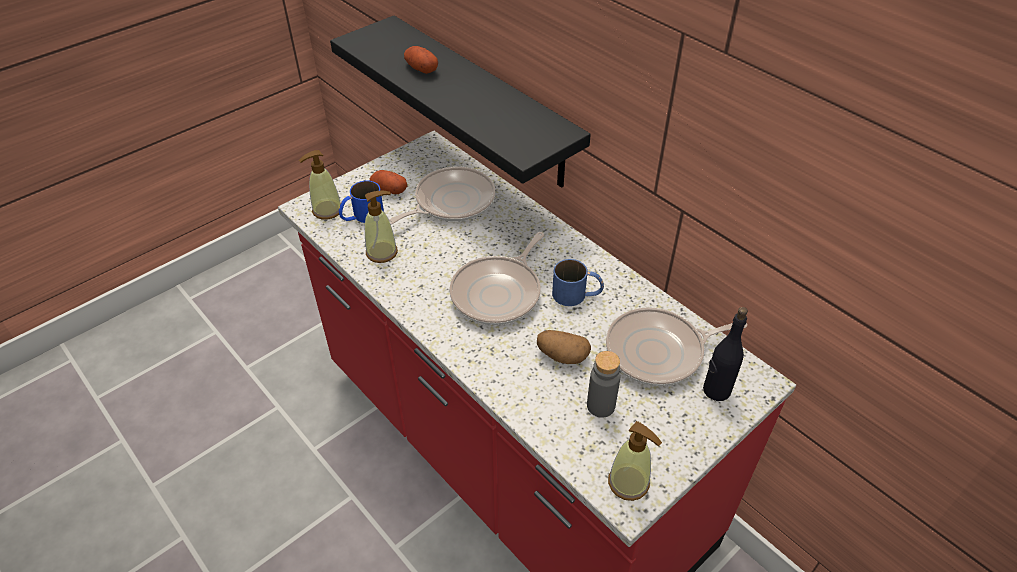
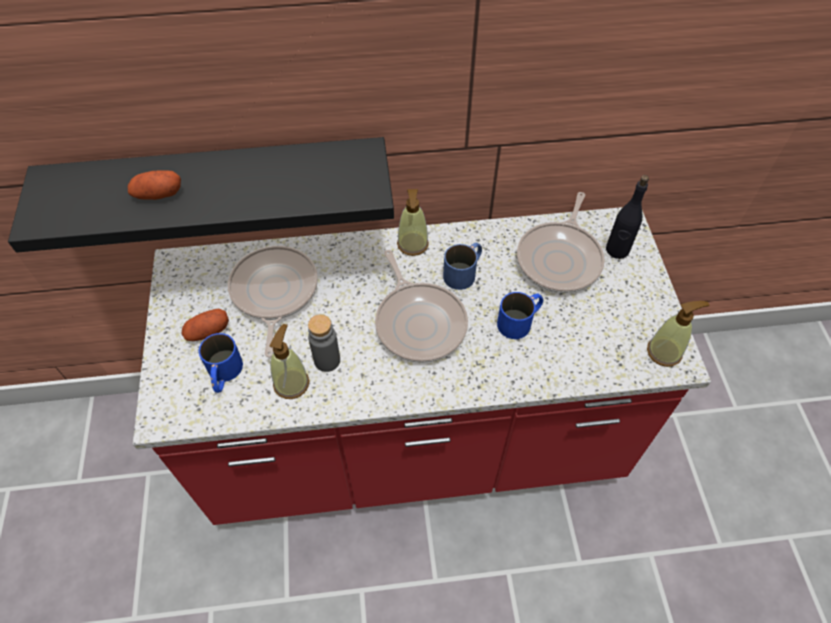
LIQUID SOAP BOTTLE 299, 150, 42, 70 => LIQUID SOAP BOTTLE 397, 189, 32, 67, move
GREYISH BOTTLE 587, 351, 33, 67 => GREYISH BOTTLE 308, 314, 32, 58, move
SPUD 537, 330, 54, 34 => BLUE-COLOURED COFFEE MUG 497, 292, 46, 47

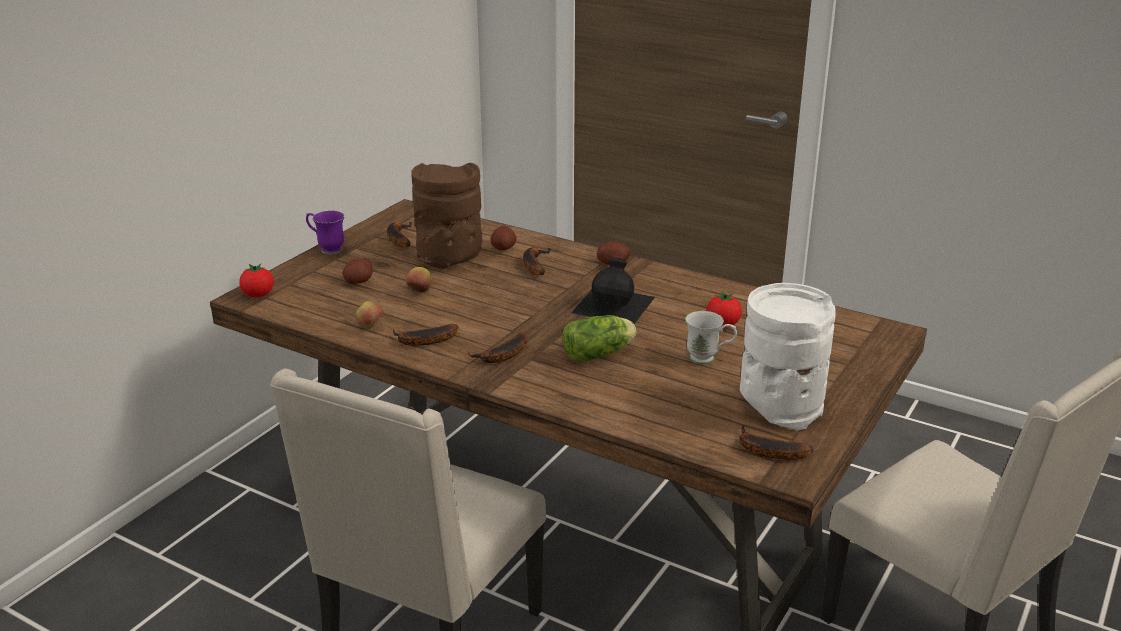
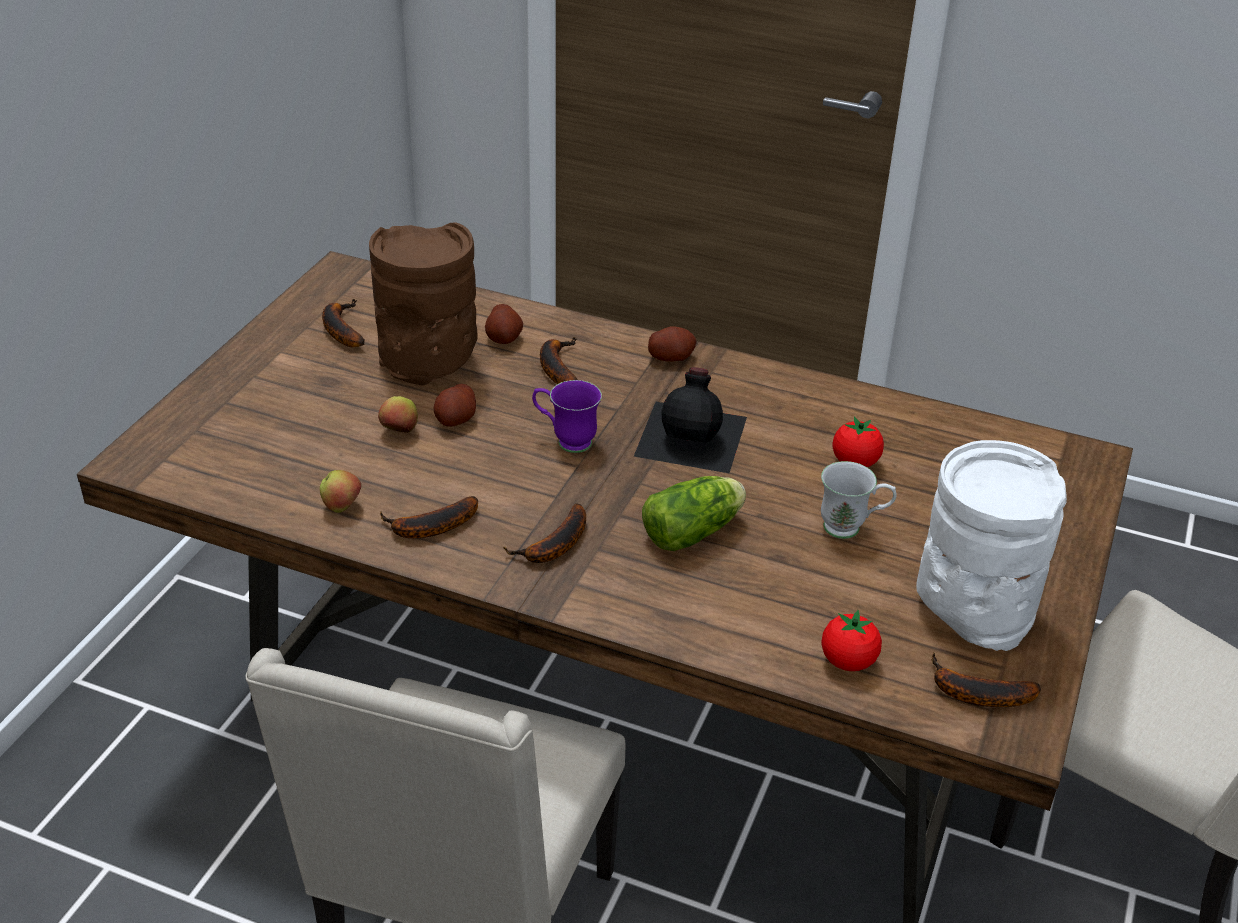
FRESH TOMATO 239, 264, 35, 33 => FRESH TOMATO 821, 610, 61, 61, move
PURPLE COFFEE MUG 306, 210, 39, 44 => PURPLE COFFEE MUG 532, 380, 70, 73, move
SPUD 343, 259, 30, 25 => SPUD 434, 384, 42, 43, move

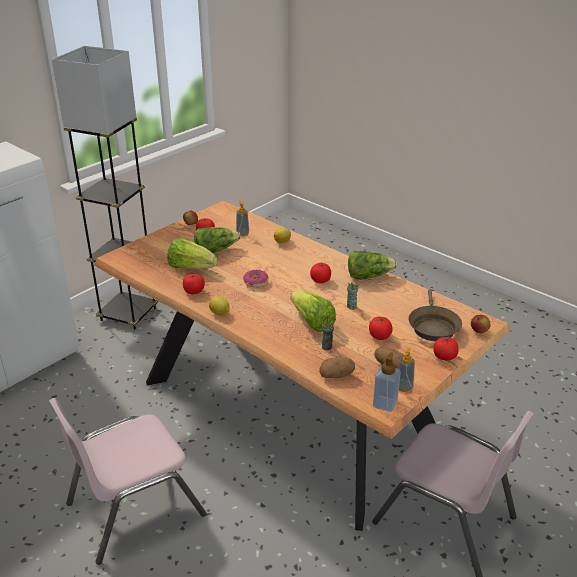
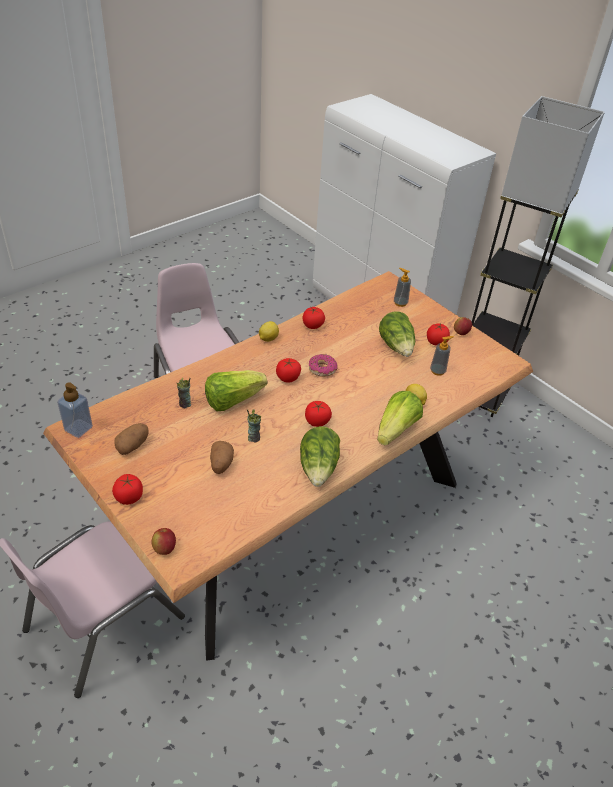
BROWN-COLOURED FRYING PAN 409, 289, 53, 52 => nothing
LETTUCE HEAD 167, 238, 51, 30 => LETTUCE HEAD 377, 391, 46, 55, move
SPUD 319, 357, 36, 21 => SPUD 210, 441, 24, 33, move
FRESH TOMATO 369, 317, 24, 23 => FRESH TOMATO 276, 358, 25, 25, move
LIQUID SOAP BOTTLE 398, 348, 17, 44 => LIQUID SOAP BOTTLE 394, 268, 17, 39, move

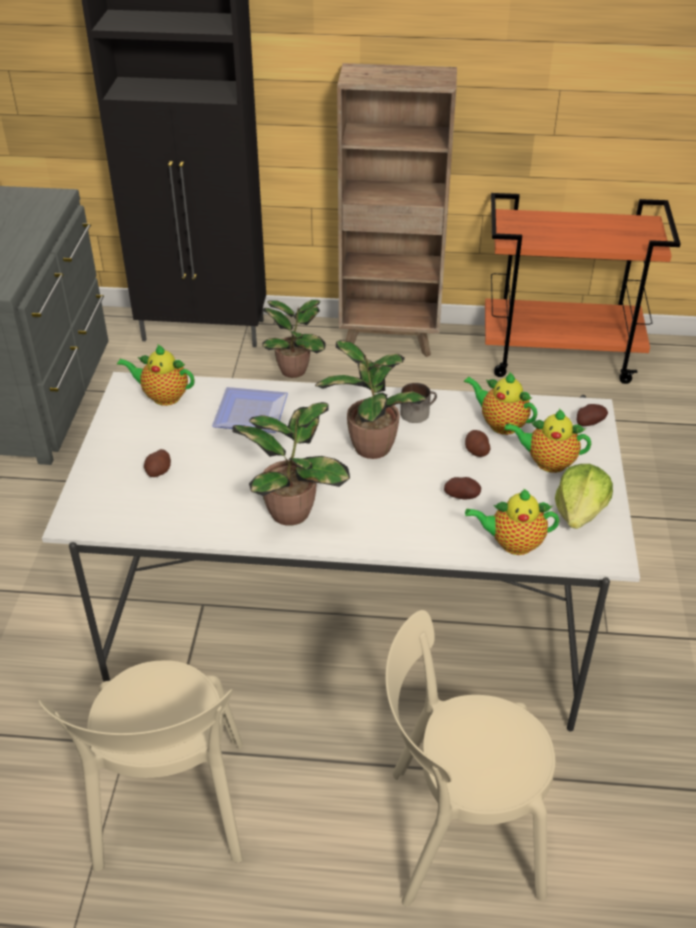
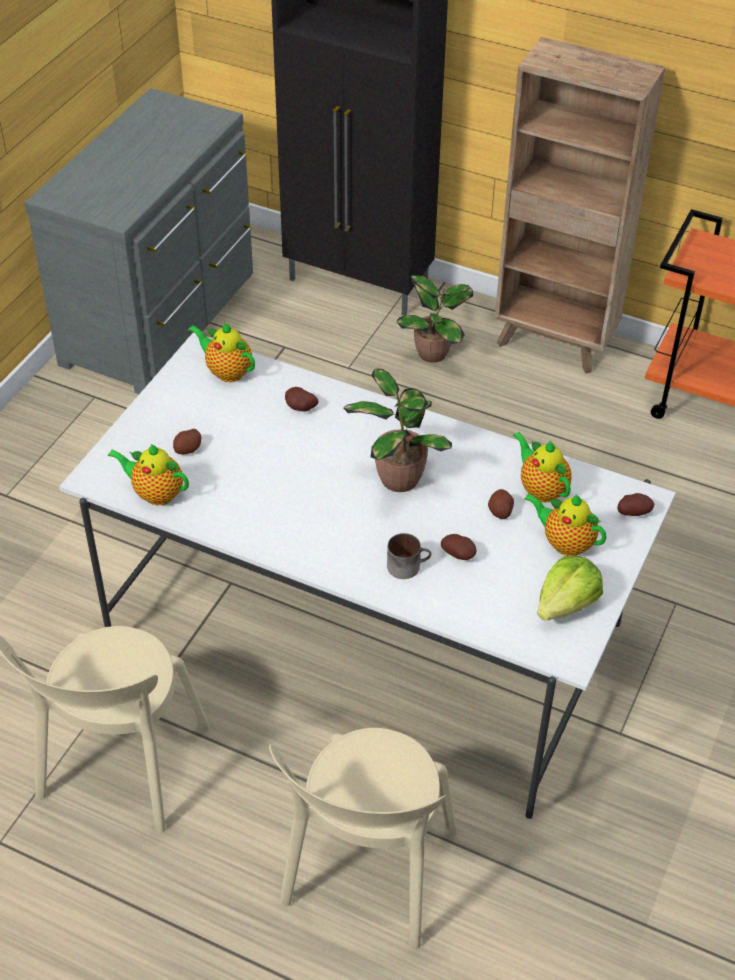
POTTED PLANT 232, 402, 118, 124 => nothing
COFFEE MUG 400, 383, 37, 40 => COFFEE MUG 387, 533, 45, 46, move
TEA POT 465, 488, 94, 67 => TEA POT 108, 444, 81, 61, move
FLAT DISH 212, 387, 76, 46 => SPUD 285, 387, 34, 25
BEIGE UPRIGHT CHAIR 385, 610, 170, 296 => BEIGE UPRIGHT CHAIR 269, 728, 188, 221, 90 degrees counterclockwise

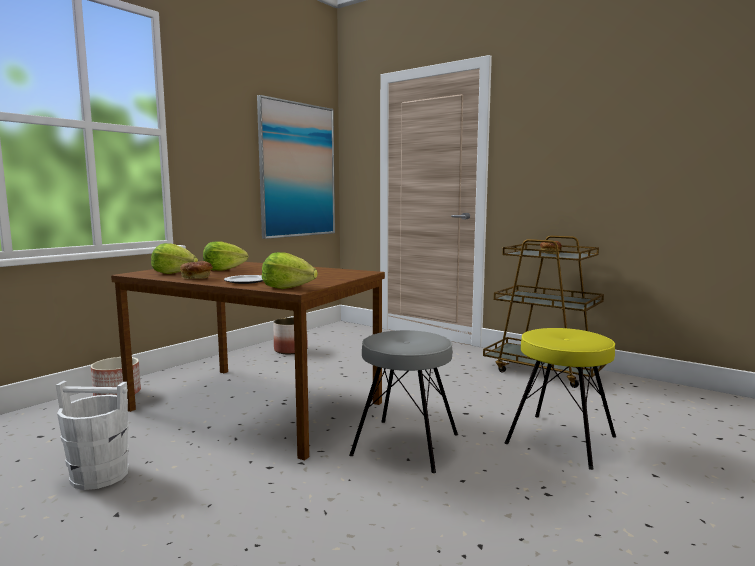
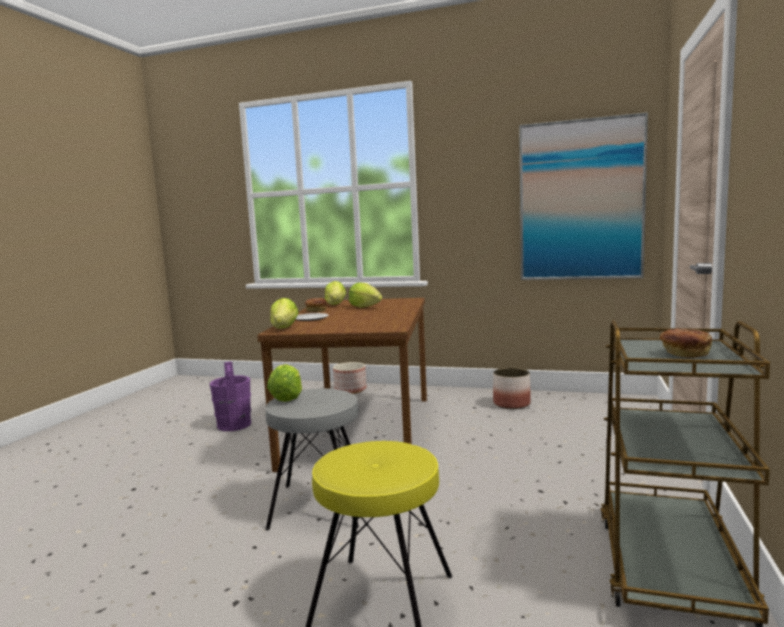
nothing => LETTUCE HEAD 267, 364, 35, 38
WHITE BUCKET 56, 381, 73, 109 => PURPLE BUCKET 209, 362, 42, 69

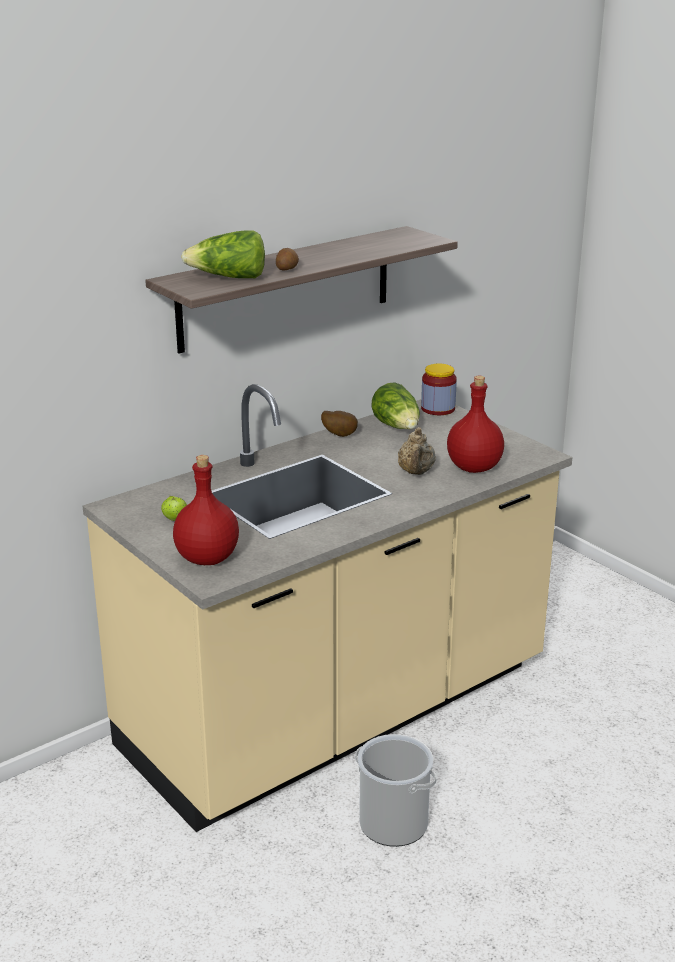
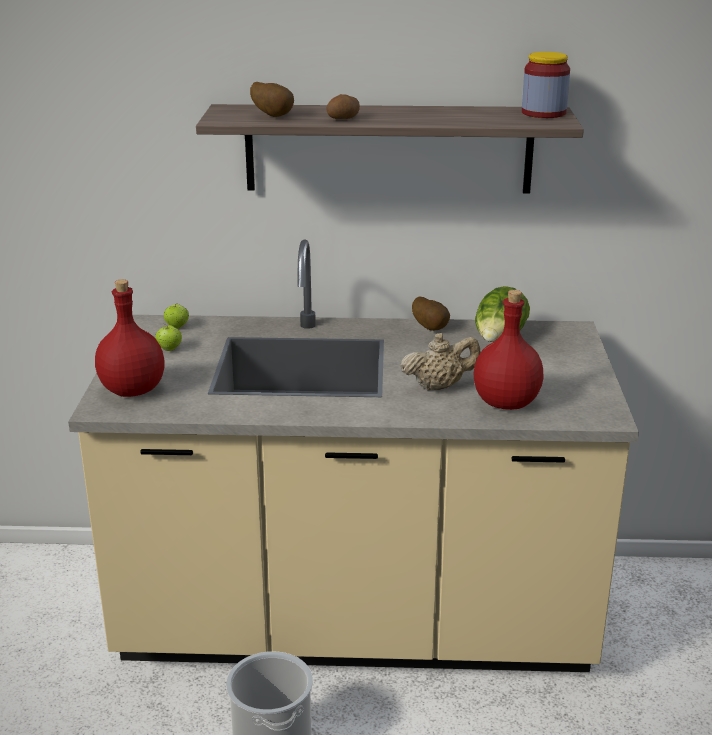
nothing => WHOLE APPLE 164, 303, 25, 26
PRESERVE JAR 421, 364, 36, 51 => PRESERVE JAR 522, 52, 48, 66, move
LETTUCE HEAD 181, 230, 84, 48 => SPUD 250, 82, 44, 35
BEIGE TEA POT 398, 427, 38, 48 => BEIGE TEA POT 401, 333, 79, 58, 150 degrees counterclockwise

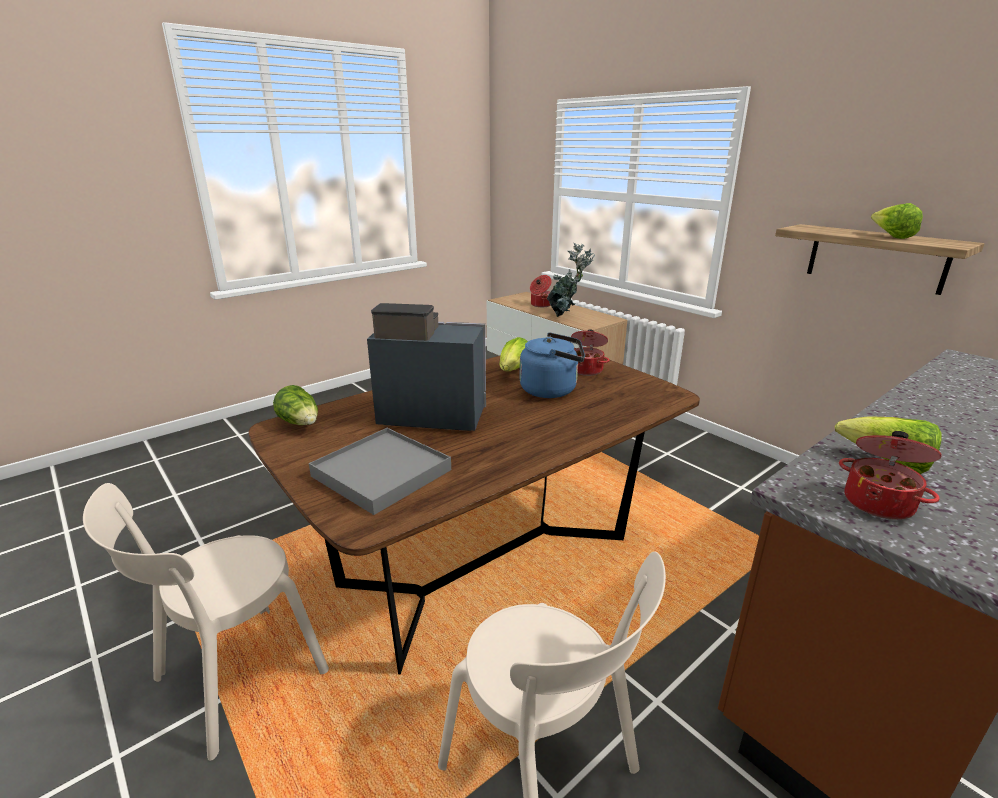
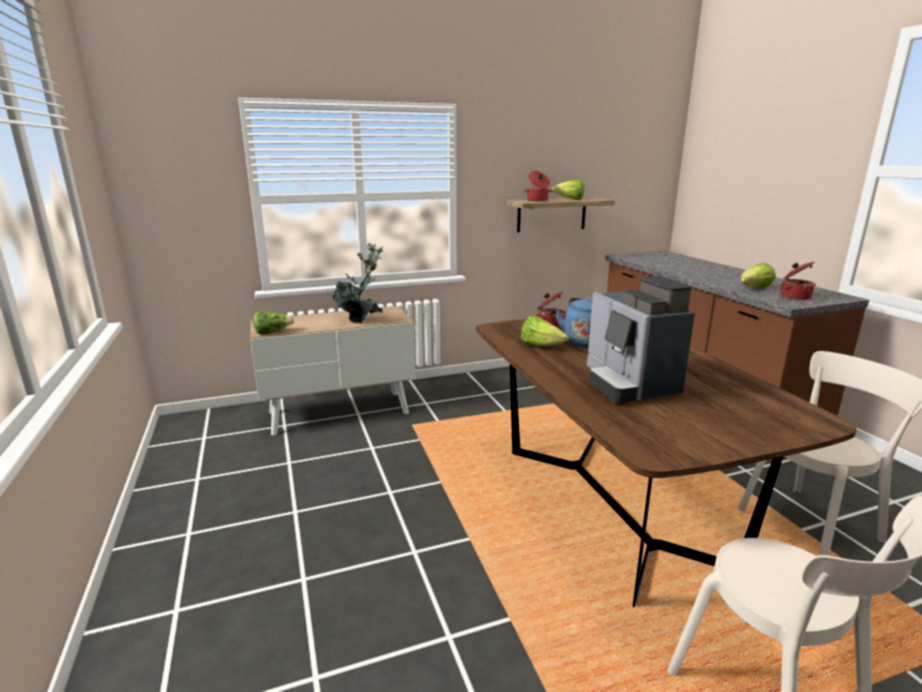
GREYISH CARRYING TRAY 309, 428, 142, 87 => nothing
LETTUCE HEAD 273, 385, 45, 40 => LETTUCE HEAD 254, 312, 40, 22, move
SAUCEPOT 530, 275, 22, 32 => SAUCEPOT 523, 171, 30, 30, move
COFFEE MAKER 367, 303, 119, 128 => COFFEE MAKER 587, 276, 108, 127, 45 degrees counterclockwise

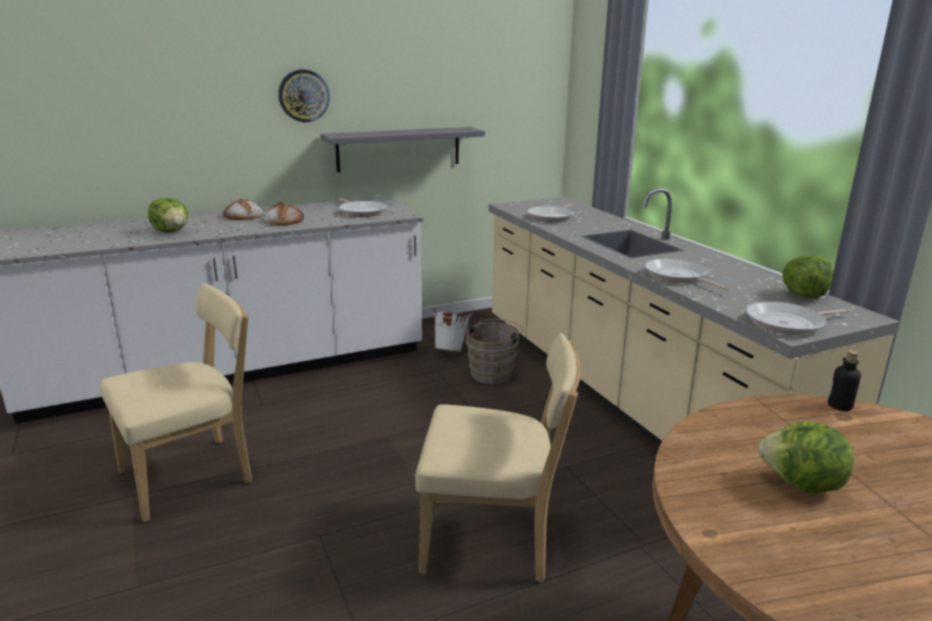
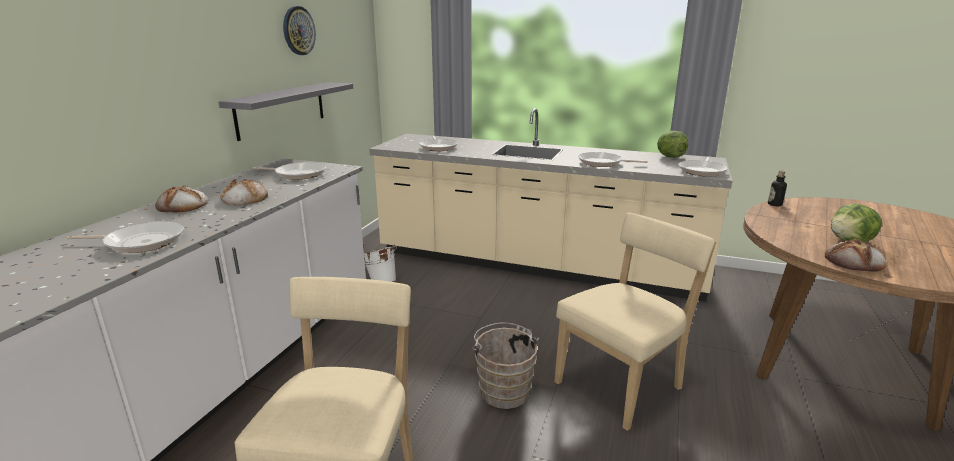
nothing => BAKERY BREAD 825, 239, 62, 33
HANGING CLOCK 278, 69, 52, 53 => HANGING CLOCK 283, 6, 33, 49, move
BROWN-COLOURED BUCKET 466, 319, 57, 65 => BROWN-COLOURED BUCKET 472, 322, 67, 87, move
LETTUCE HEAD 148, 198, 40, 35 => FRYING PAN 66, 221, 118, 32

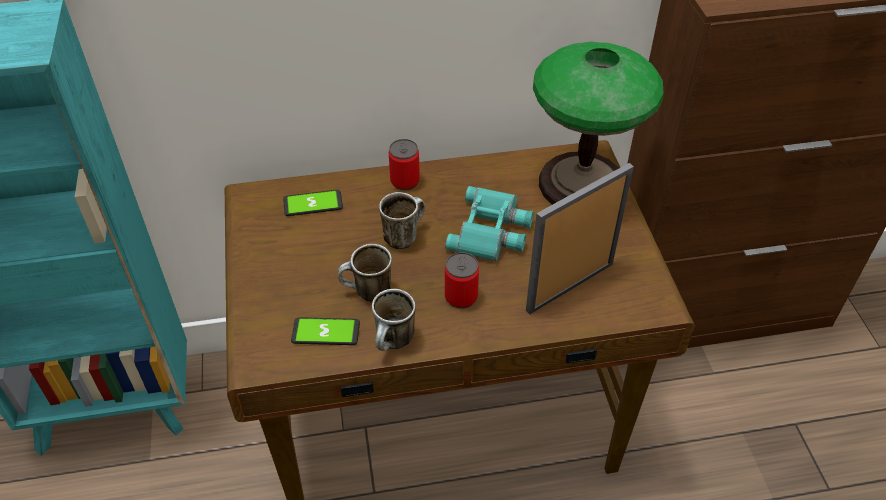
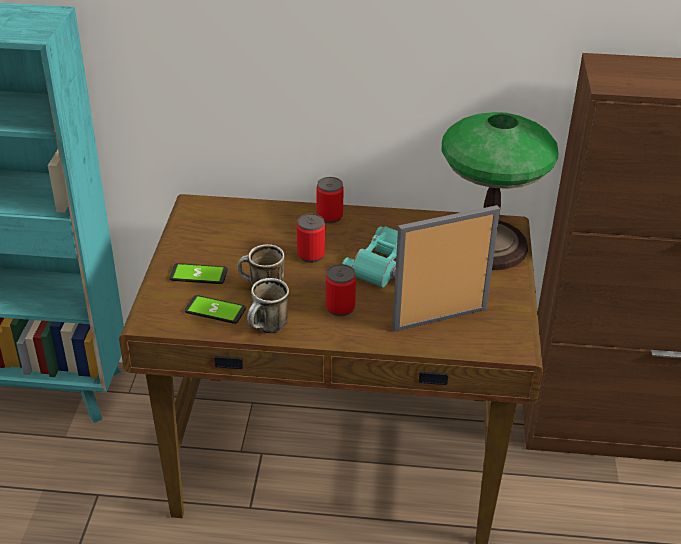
PHONE 283, 190, 60, 26 => PHONE 169, 263, 59, 21, move
COFFEE MUG 379, 192, 46, 57 => SEALED CAN 297, 214, 28, 49

